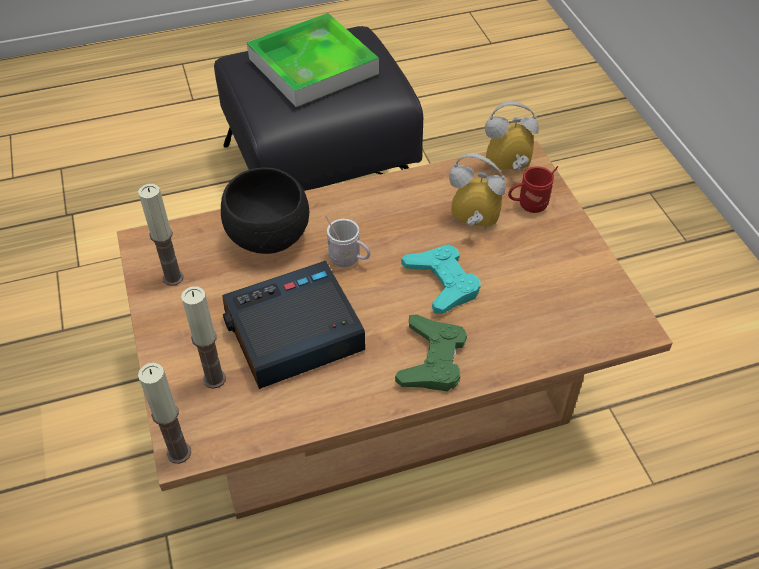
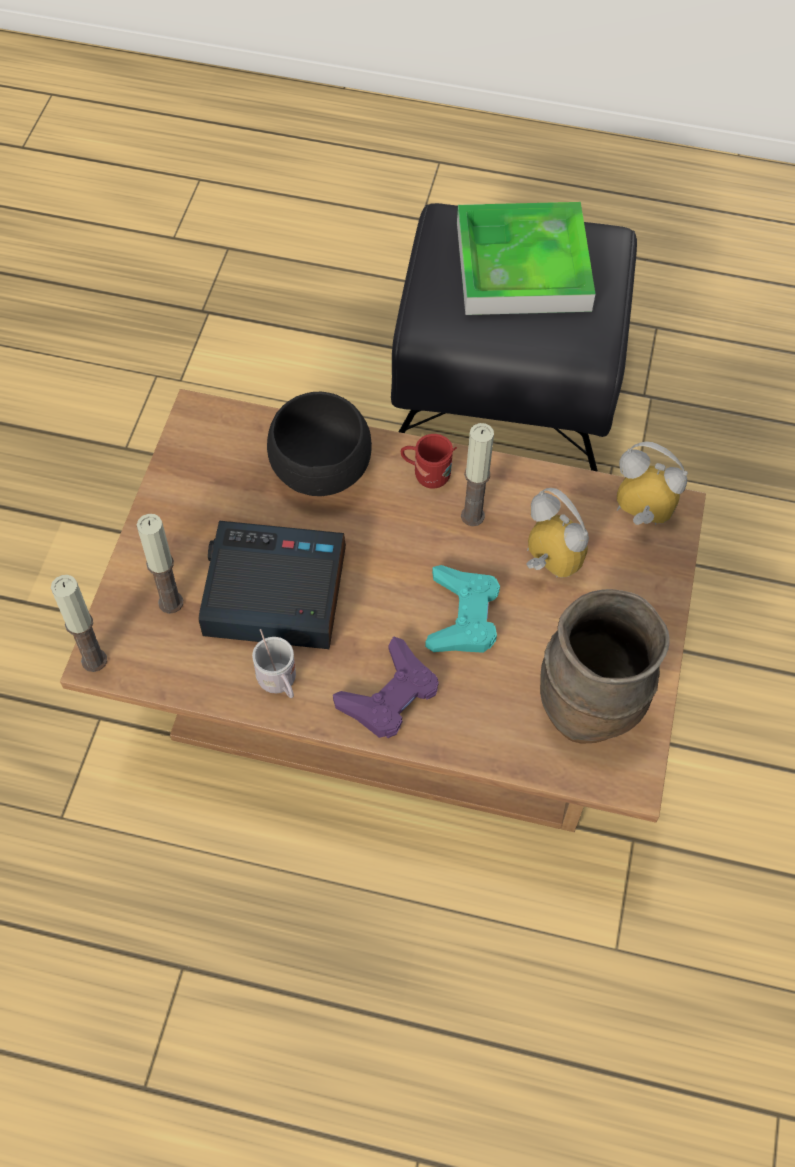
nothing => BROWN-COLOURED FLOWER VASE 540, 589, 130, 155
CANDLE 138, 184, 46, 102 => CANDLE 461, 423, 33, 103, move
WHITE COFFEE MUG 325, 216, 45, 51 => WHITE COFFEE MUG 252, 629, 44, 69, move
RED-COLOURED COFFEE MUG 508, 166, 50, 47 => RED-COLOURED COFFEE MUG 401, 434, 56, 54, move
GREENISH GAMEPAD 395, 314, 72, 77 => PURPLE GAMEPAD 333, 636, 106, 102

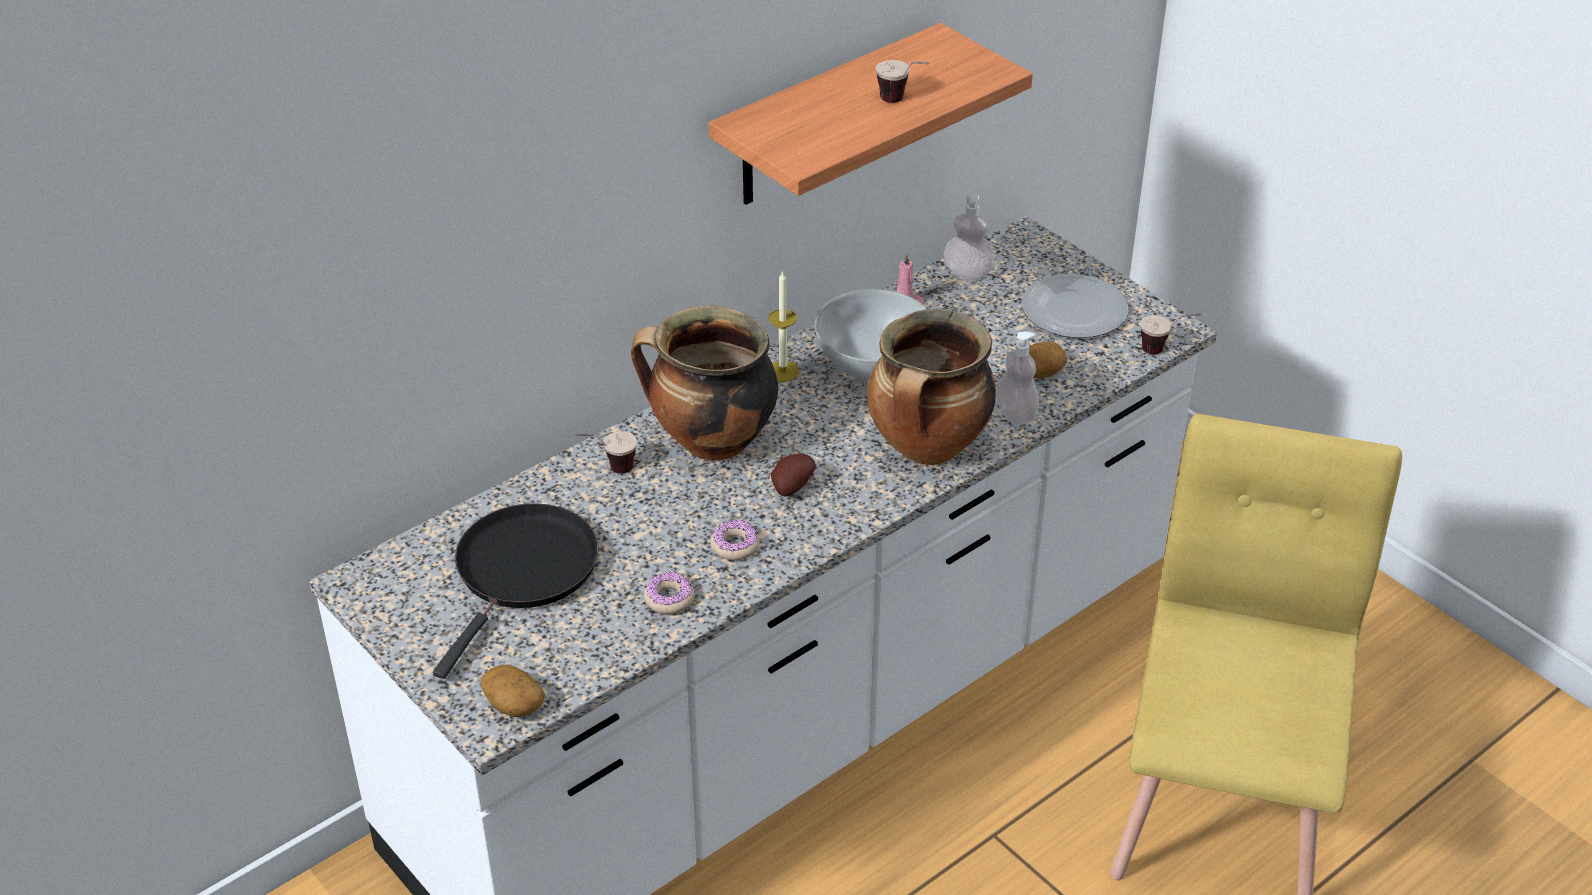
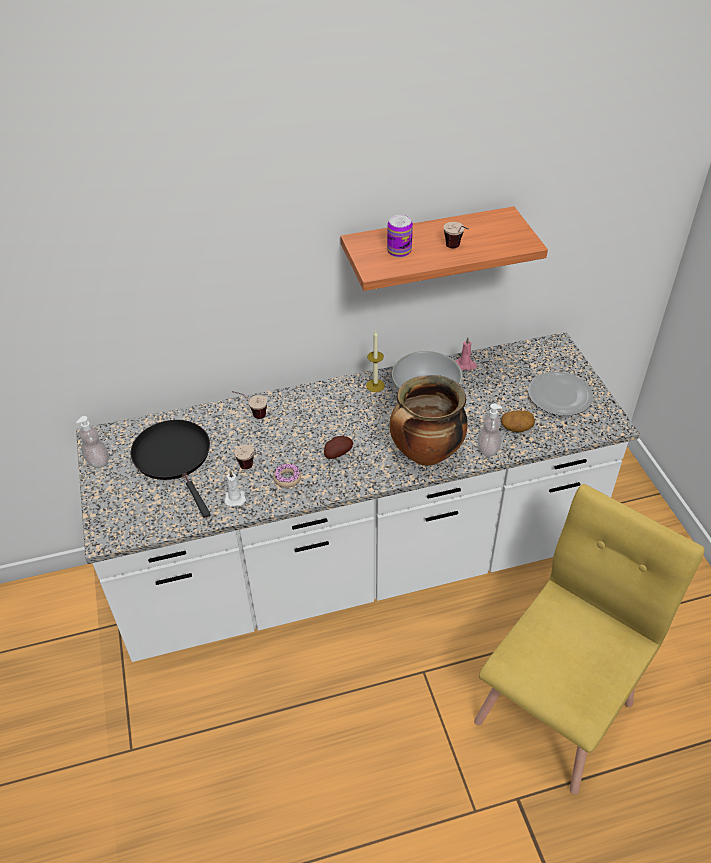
SPUD 481, 665, 64, 52 => nothing
SAUCEPOT 631, 306, 147, 155 => nothing
nothing => SEALED CAN 387, 215, 26, 43
LIQUID SOAP BOTTLE 944, 194, 51, 86 => LIQUID SOAP BOTTLE 76, 416, 32, 52, move
CUP 1140, 314, 60, 41 => CUP 234, 445, 28, 24, move
DONUT 644, 572, 50, 42 => WHITE CANDLE 224, 470, 22, 37
BLACK-COLOURED FRYING PAN 433, 503, 165, 176 => BLACK-COLOURED FRYING PAN 130, 420, 81, 98, 75 degrees counterclockwise

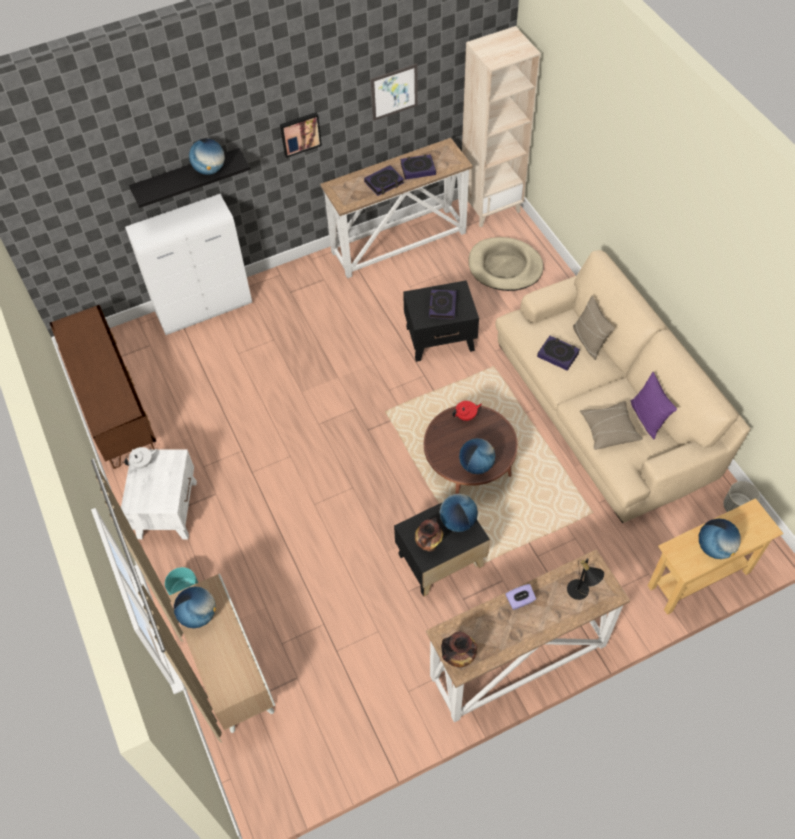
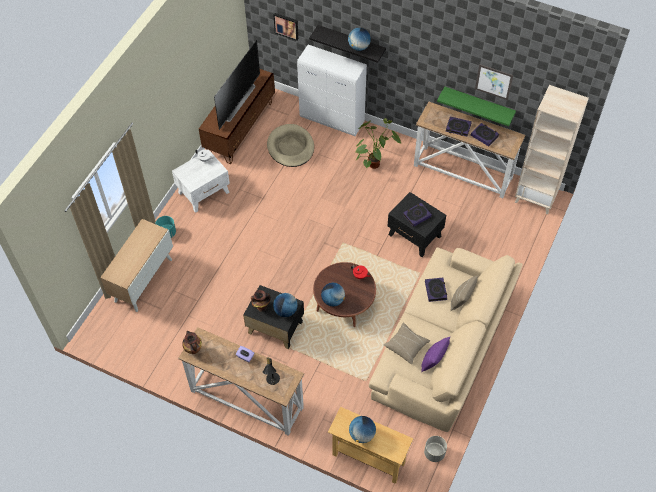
DESK GLOBE 174, 587, 42, 41 => nothing
nothing => TV 214, 40, 46, 90
nothing => POTTED PLANT 355, 118, 47, 51
nothing => GREENISH BRACKET SHELF 437, 86, 79, 40
PICTURE 280, 112, 42, 46 => PICTURE 274, 13, 24, 28, move
BEIGE DOG BED 469, 237, 75, 54 => BEIGE DOG BED 267, 124, 47, 43, move

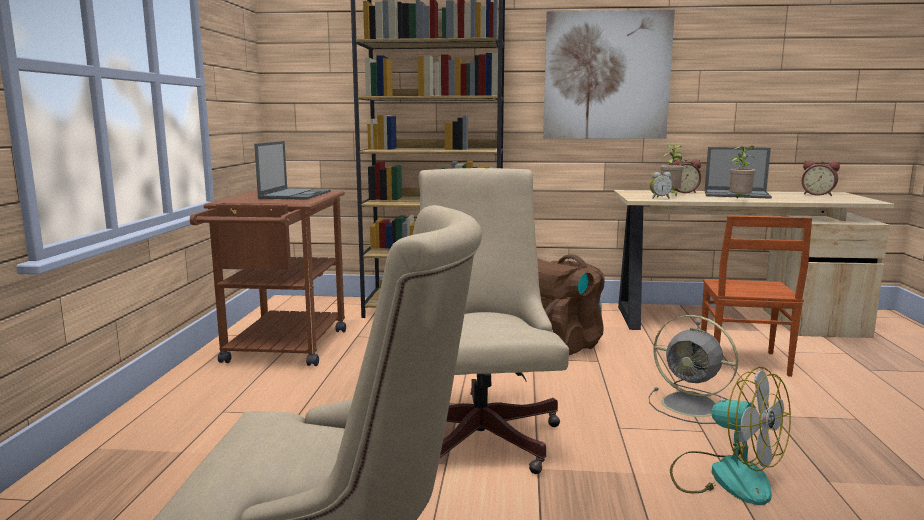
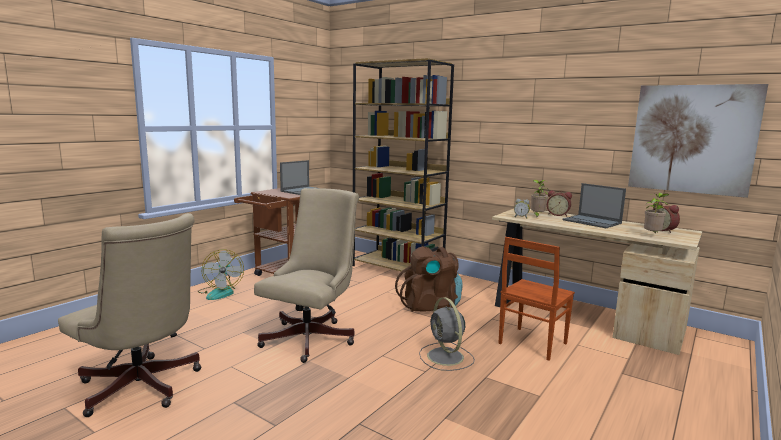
PICTURE 543, 10, 132, 129 => PICTURE 628, 84, 140, 114, move
FAN 670, 367, 121, 138 => FAN 198, 250, 46, 50, move
POTTED PLANT 730, 146, 26, 53 => POTTED PLANT 644, 193, 25, 41, move

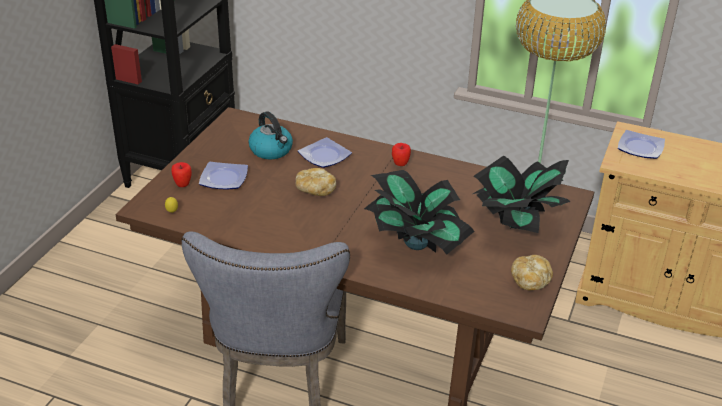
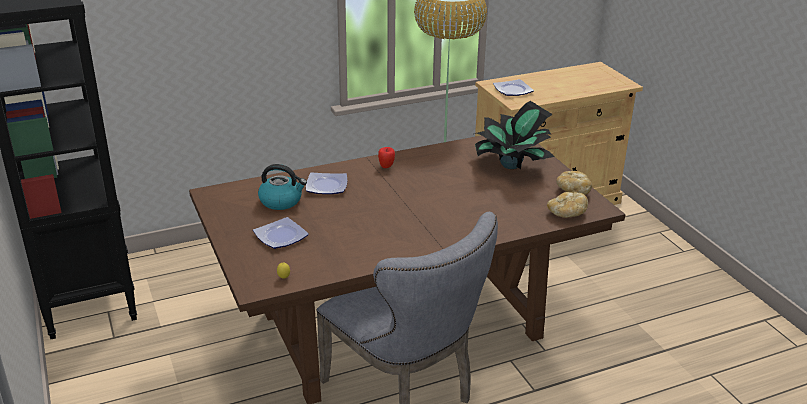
WHOLE APPLE 171, 162, 21, 25 => nothing
POTTED PLANT 364, 170, 111, 85 => nothing
BAKERY BREAD 296, 168, 40, 28 => BAKERY BREAD 547, 192, 41, 26, move

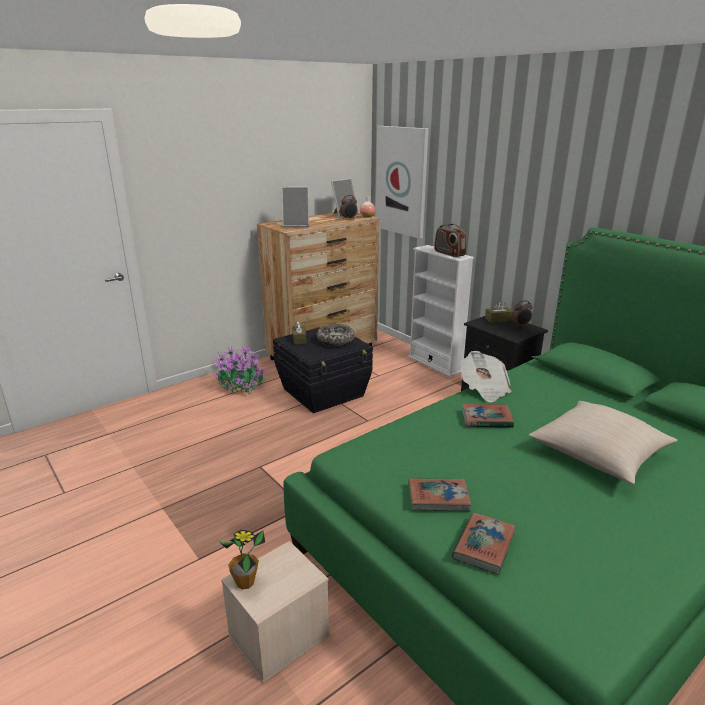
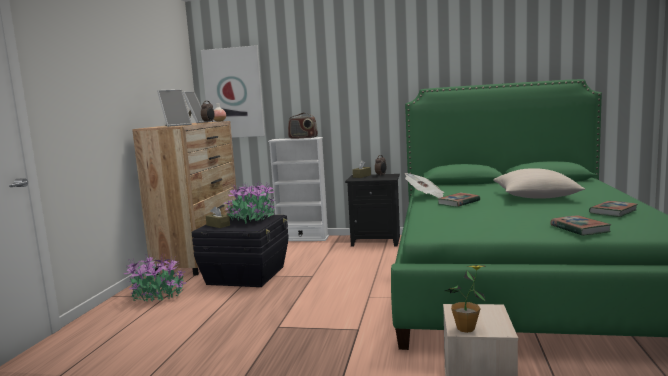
BOOK 409, 478, 63, 34 => BOOK 589, 201, 49, 16, move
BOWL 317, 324, 38, 22 => POTTED PLANT 224, 182, 51, 41

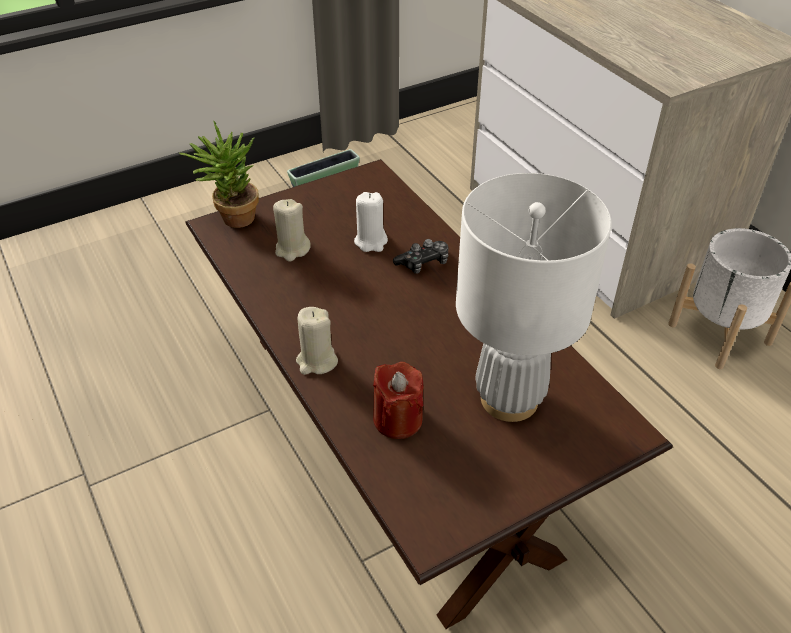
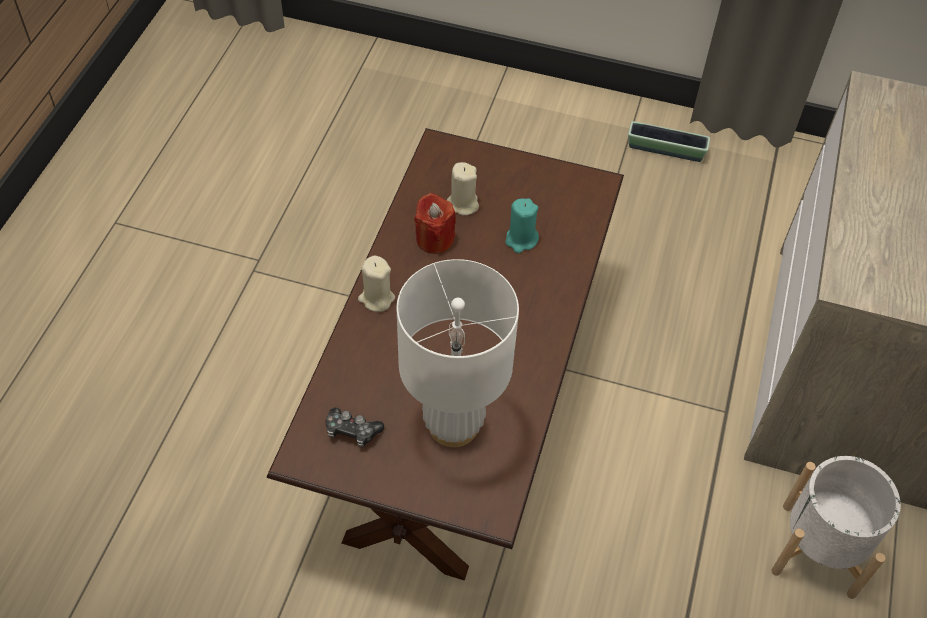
POTTED PLANT 179, 121, 80, 107 => nothing
RED-COLOURED CANDLE 373, 362, 51, 77 => RED-COLOURED CANDLE 414, 193, 42, 61, move
GAMEPAD 393, 239, 55, 35 => GAMEPAD 326, 407, 58, 40, move
WHITE CANDLE 354, 192, 34, 60 => TURQUOISE-COLOURED CANDLE 505, 198, 34, 55

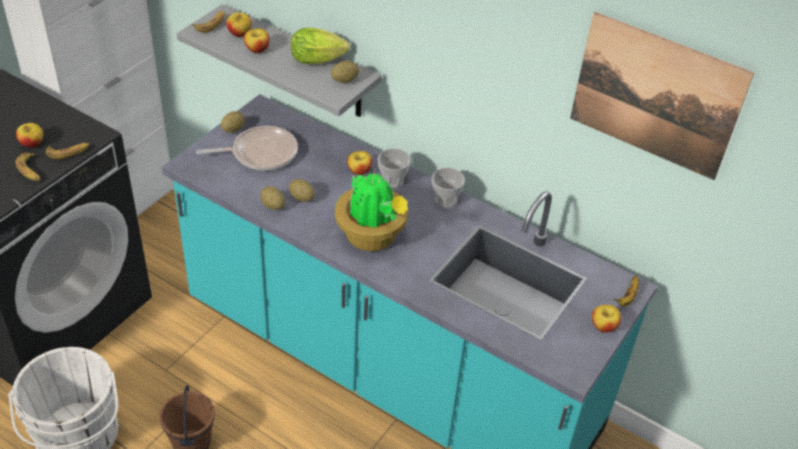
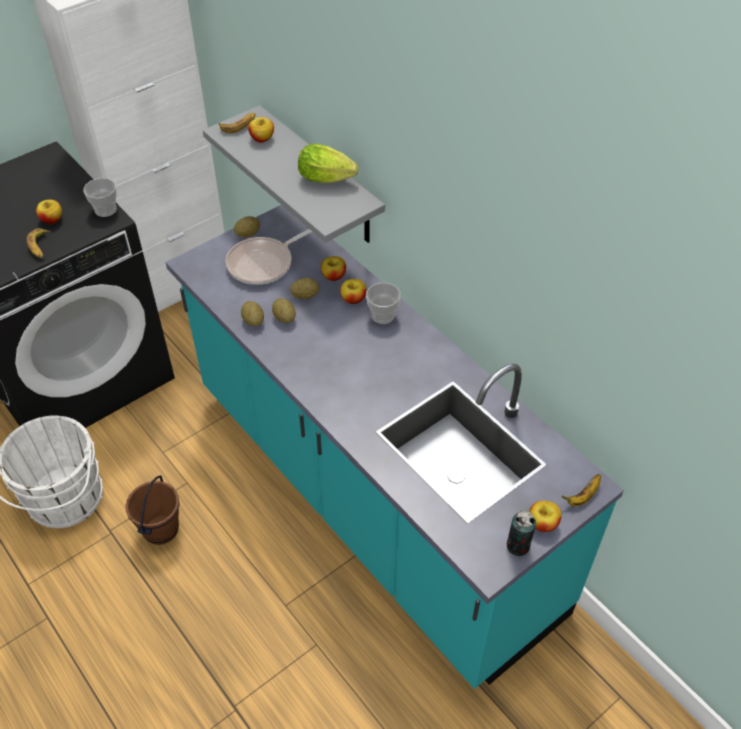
BANANA FRUIT 46, 143, 44, 17 => nothing
POTTED PLANT 335, 167, 73, 84 => nothing
PICTURE 570, 12, 185, 168 => nothing
nothing => SEALED CAN 507, 511, 29, 45
WHOLE APPLE 244, 28, 25, 25 => WHOLE APPLE 321, 256, 25, 25, move
SPUD 331, 60, 28, 23 => SPUD 290, 278, 29, 21, move
CUP 432, 168, 33, 40 => CUP 83, 178, 34, 39, move
FRYING PAN 196, 126, 102, 45 => FRYING PAN 226, 229, 86, 56, 135 degrees clockwise

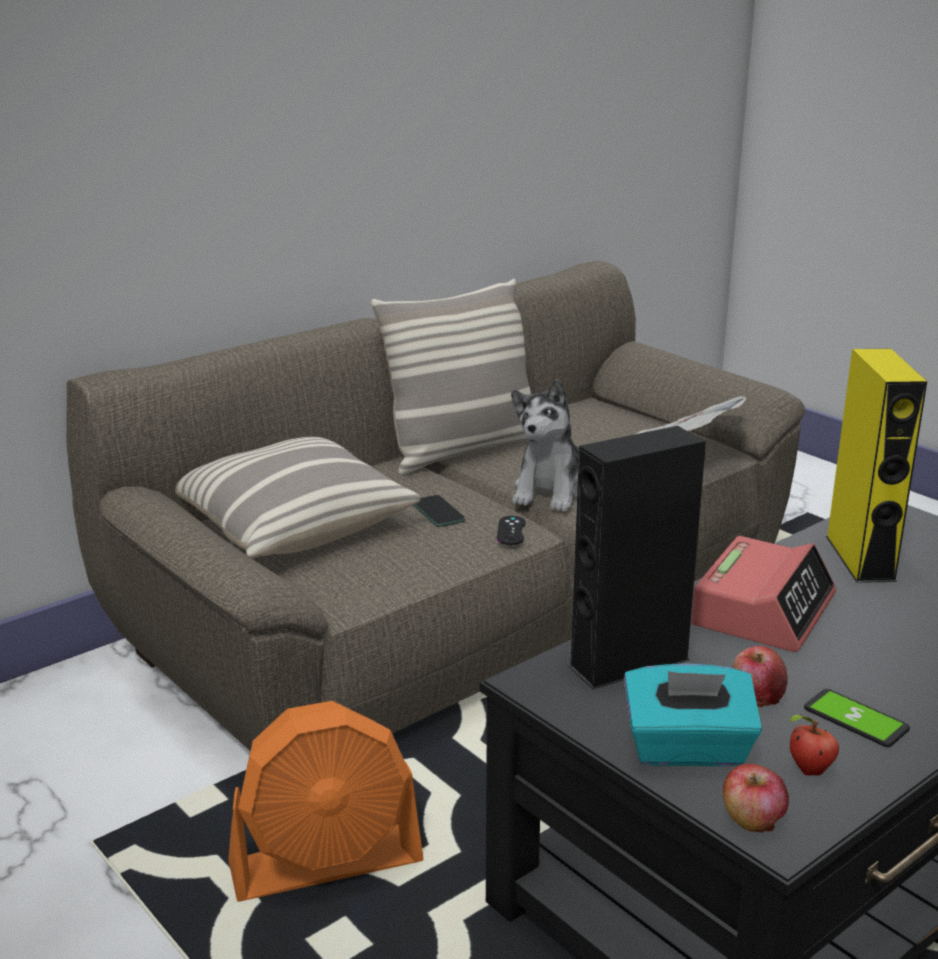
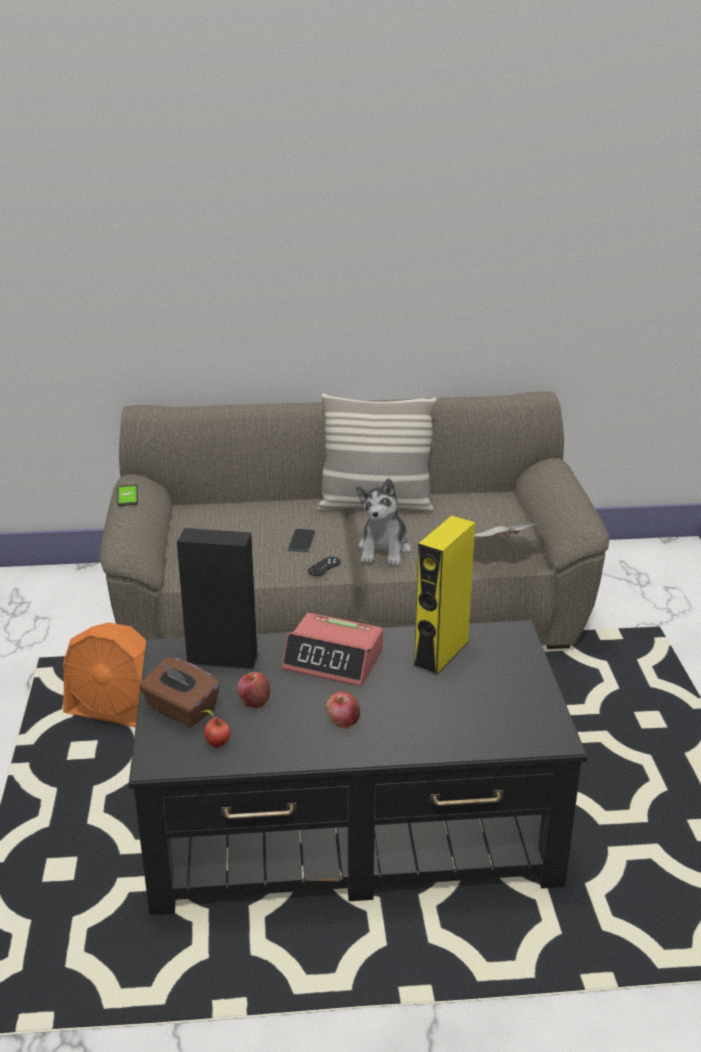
THROW PILLOW 175, 437, 246, 121 => nothing
WHOLE APPLE 723, 764, 66, 68 => WHOLE APPLE 326, 691, 34, 38, move
PHONE 804, 689, 106, 58 => PHONE 117, 485, 21, 21, move
TURQUOISE-COLOURED BOX OF TISSUES 624, 663, 138, 104 => BROWN-COLOURED BOX OF TISSUES 139, 657, 81, 70
CUDDLY TOY 511, 379, 68, 133 => CUDDLY TOY 356, 478, 55, 88, 45 degrees counterclockwise
BEDSIDE CLOCK 691, 536, 145, 116 => BEDSIDE CLOCK 282, 613, 101, 73, 45 degrees clockwise

